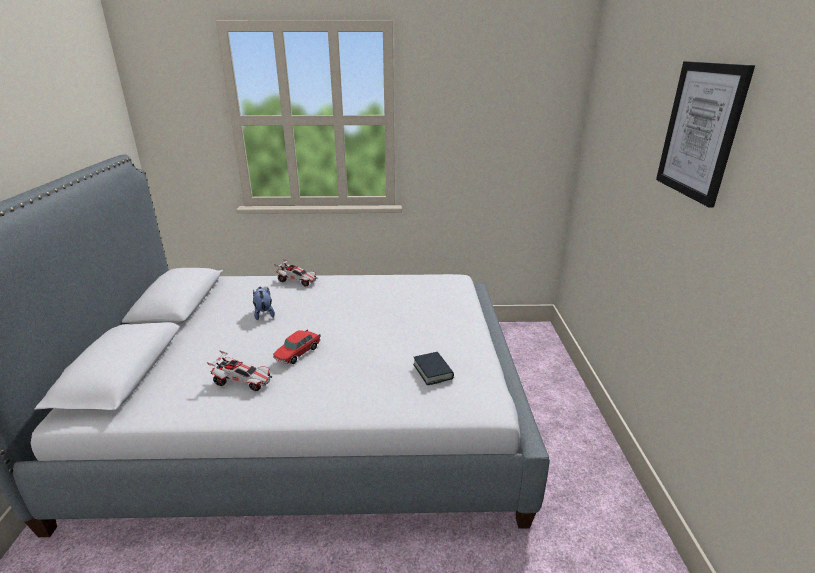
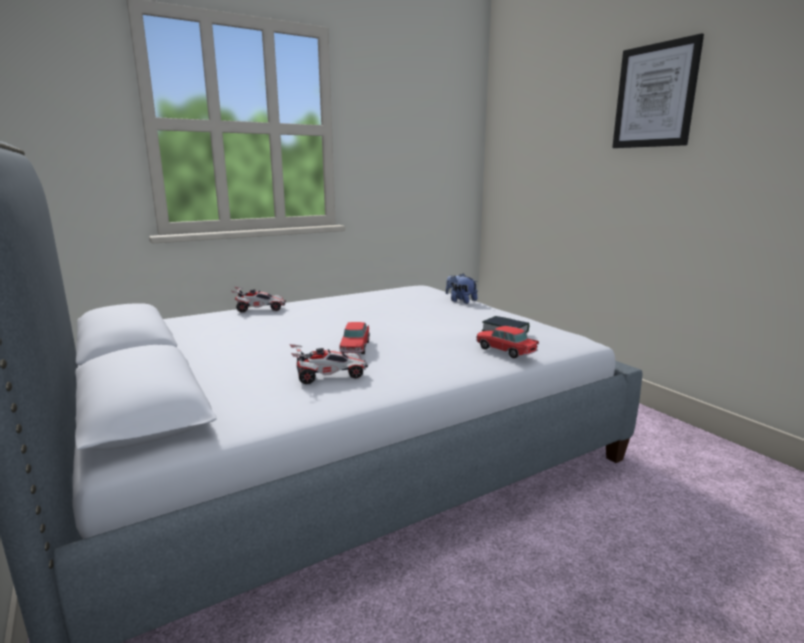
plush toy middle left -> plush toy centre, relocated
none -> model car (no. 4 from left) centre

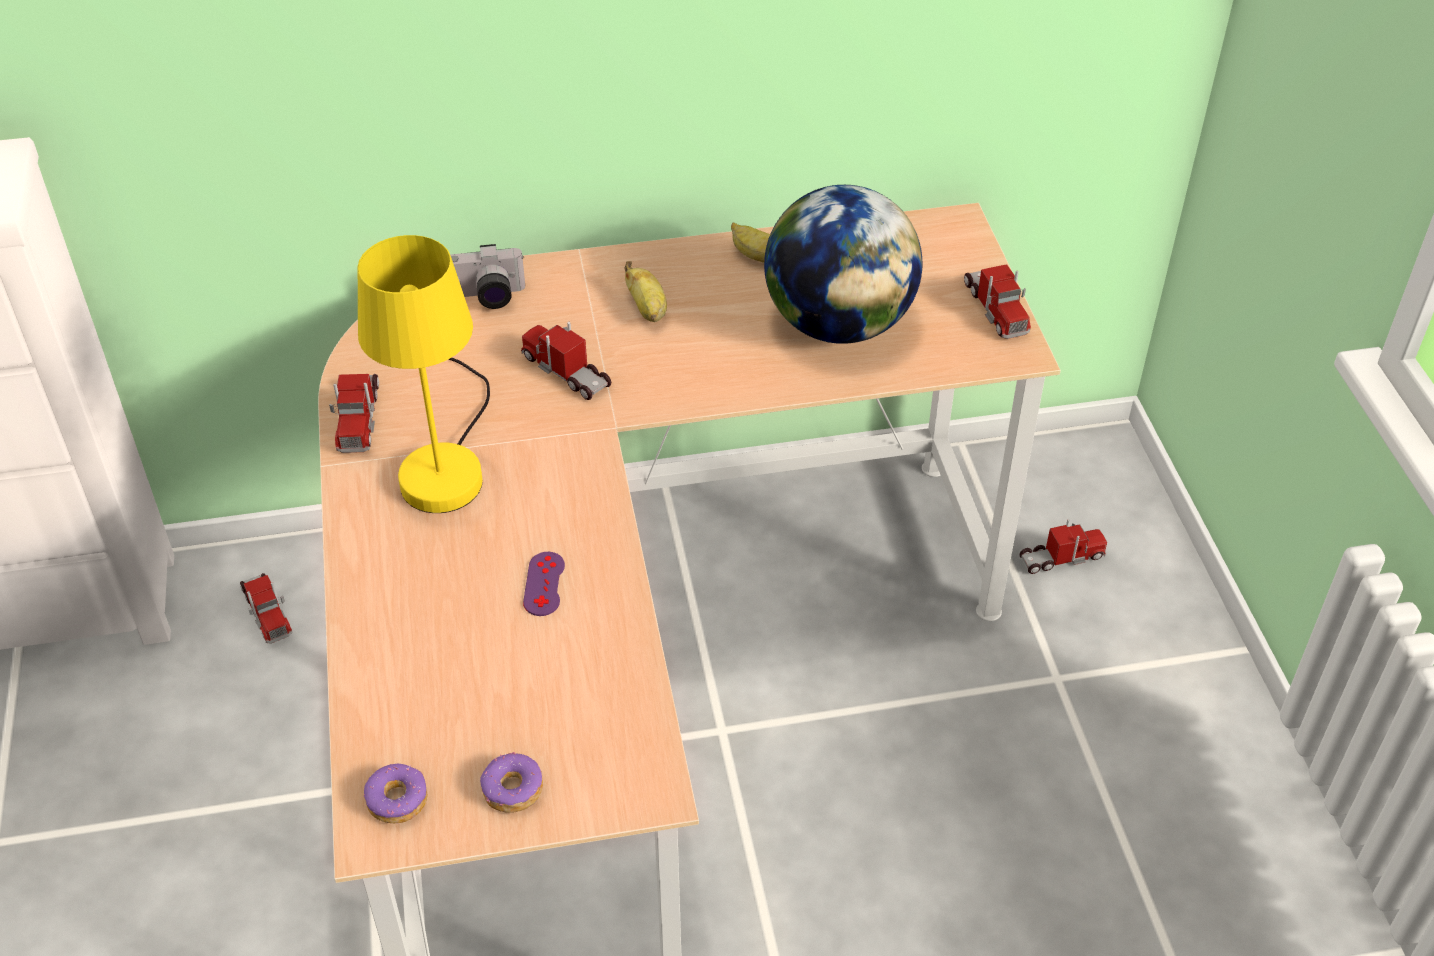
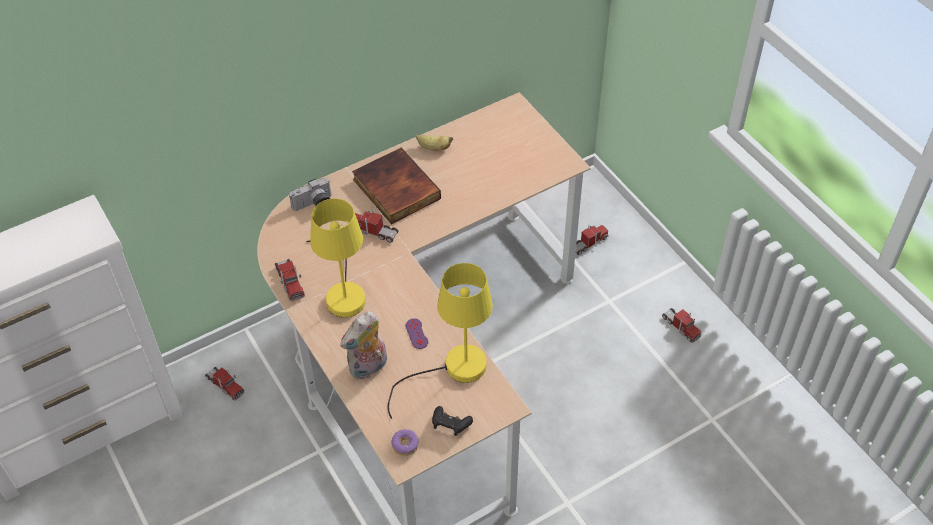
globe top centre -> none
banana fruit (no. 1 from left) top centre -> book centre
toy lorry (no. 4 from left in the first image) top right -> toy lorry (no. 5 from left) middle right, relocated
doughnut (no. 2 from left) bottom centre -> blackish joypad bottom centre
none -> yellow-coloured lamp for a table (no. 2 from left) centre
none -> plush toy centre

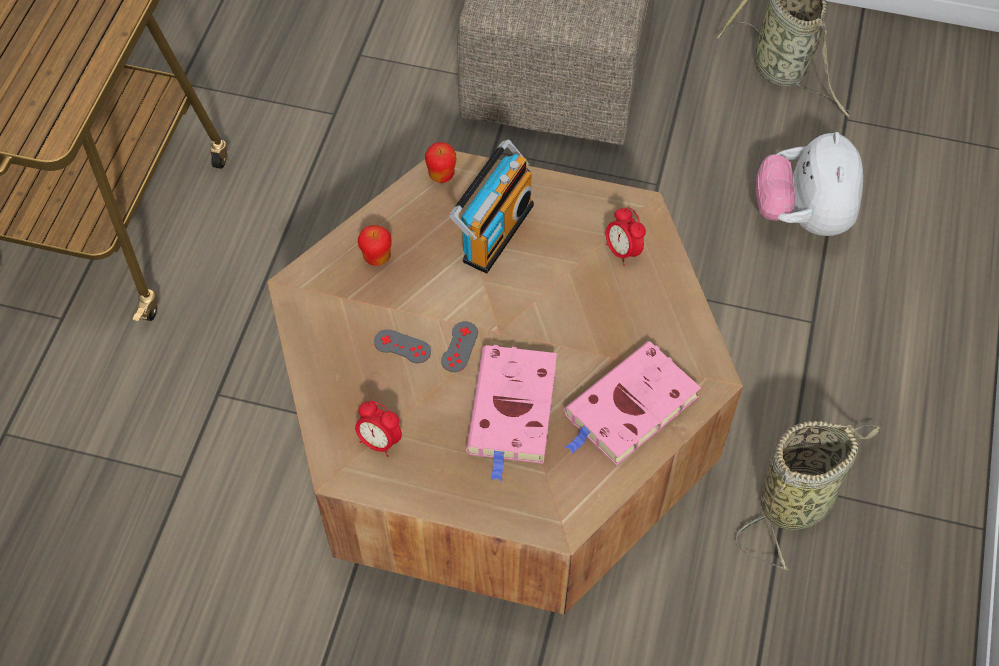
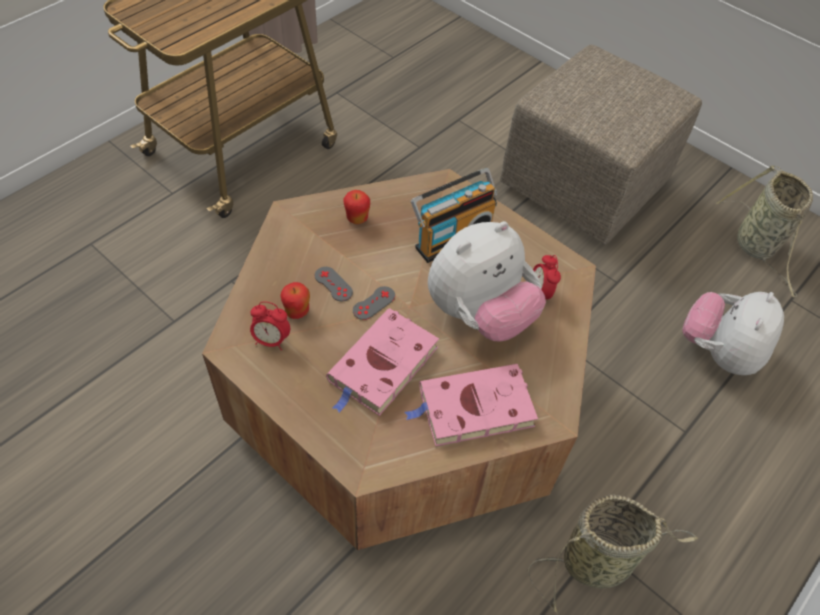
apple (no. 2 from left in the first image) top centre -> apple (no. 1 from left) centre, relocated
alarm clock (no. 1 from left) centre -> alarm clock (no. 1 from left) middle left, 45 degrees counterclockwise
none -> plush toy (no. 1 from left) centre

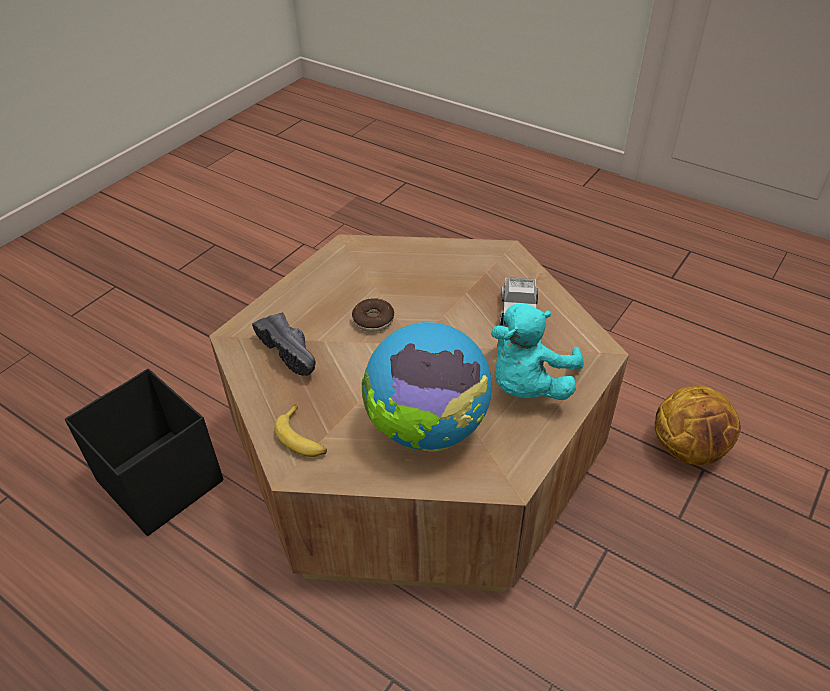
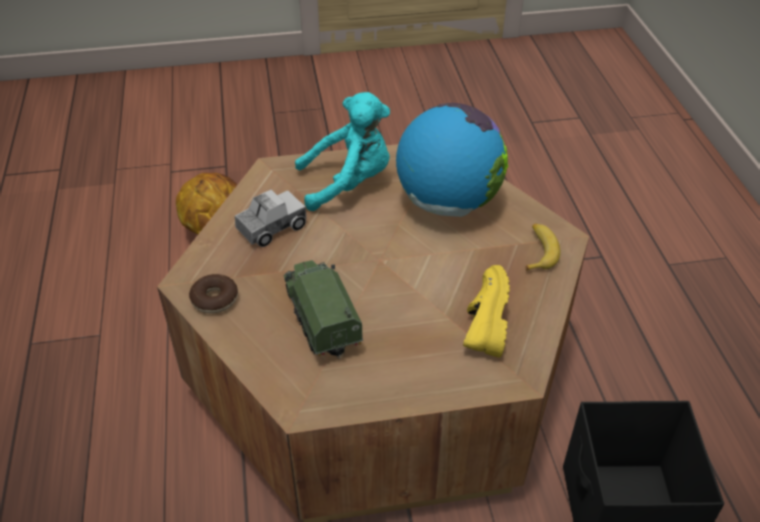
doughnut centre -> doughnut middle left, relocated
blackish item of footwear centre -> yellow-coloured item of footwear centre
none -> toy lorry (no. 2 from left) centre

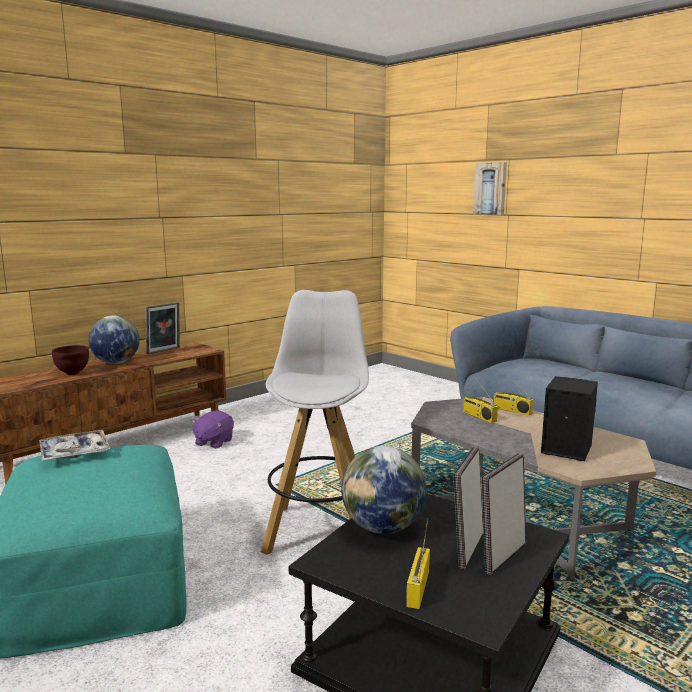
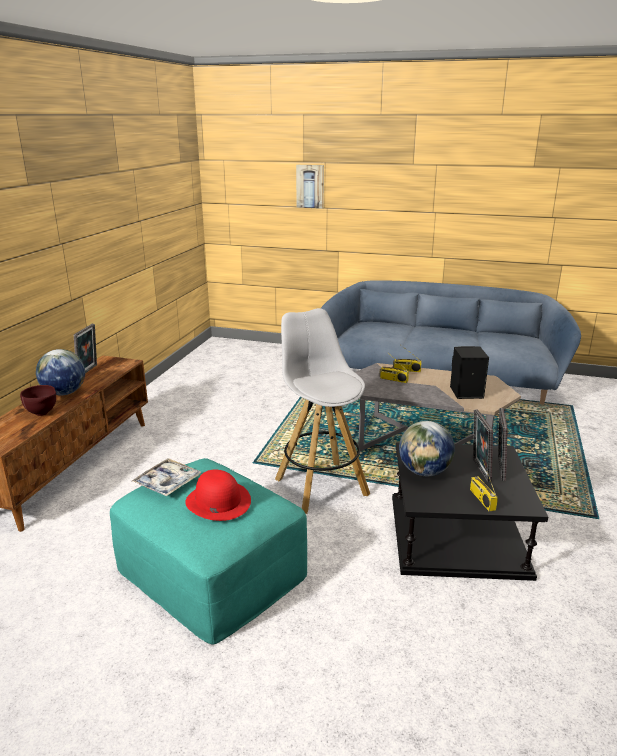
purple plush toy middle left -> none
none -> red-coloured hat centre

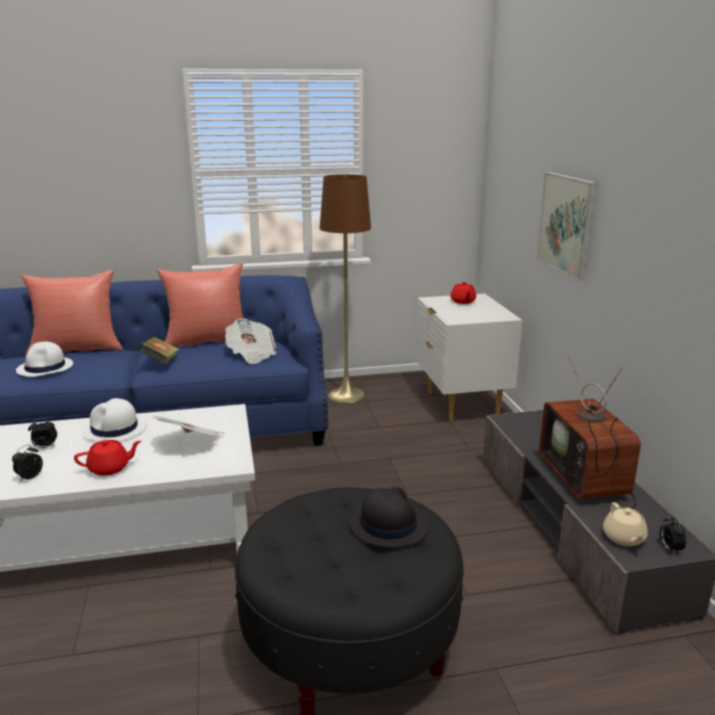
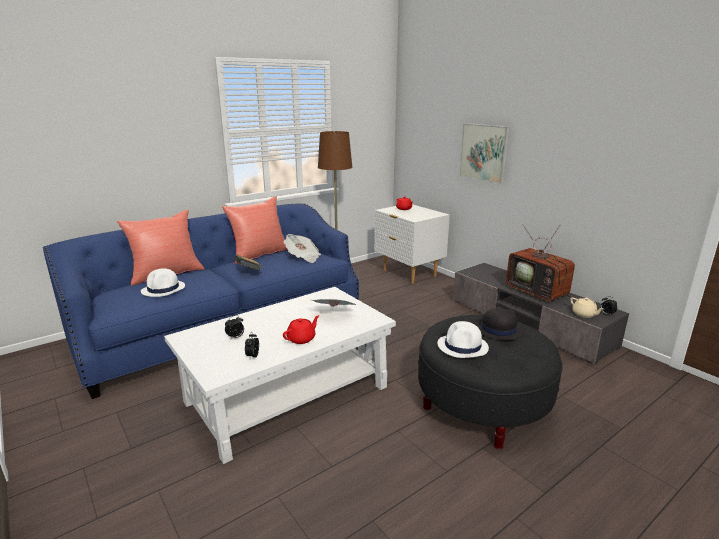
white hat (no. 2 from left) middle left -> white hat (no. 2 from left) centre, relocated

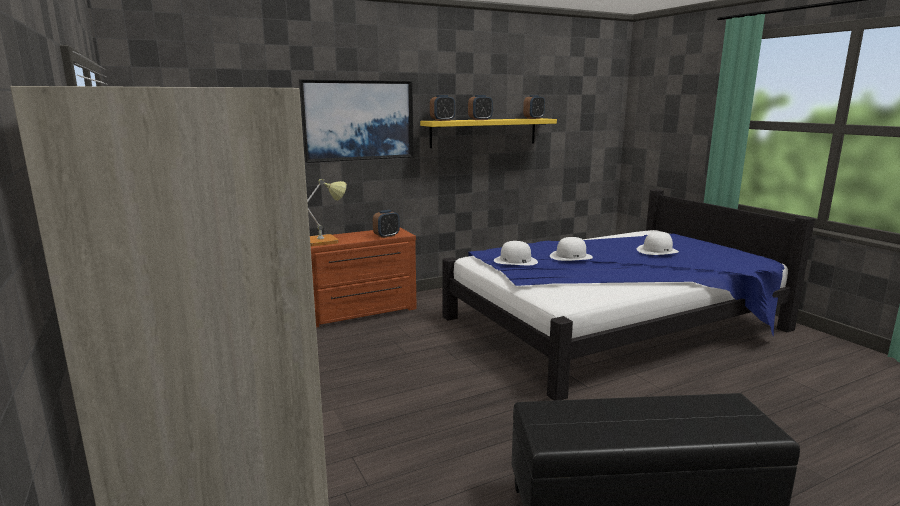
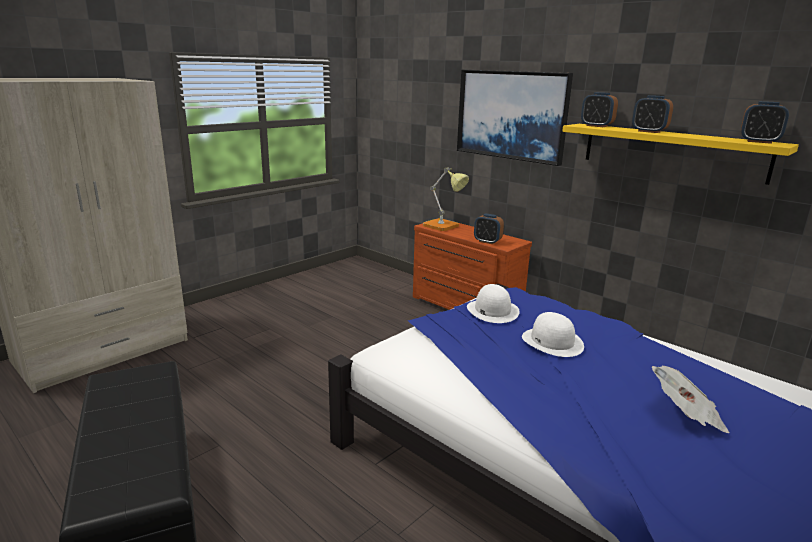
white hat (no. 3 from left) middle right -> newspaper bottom right

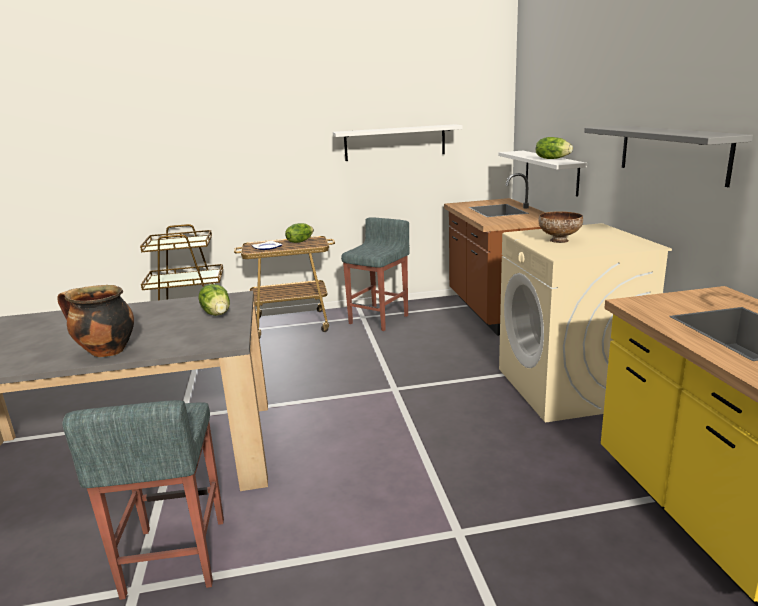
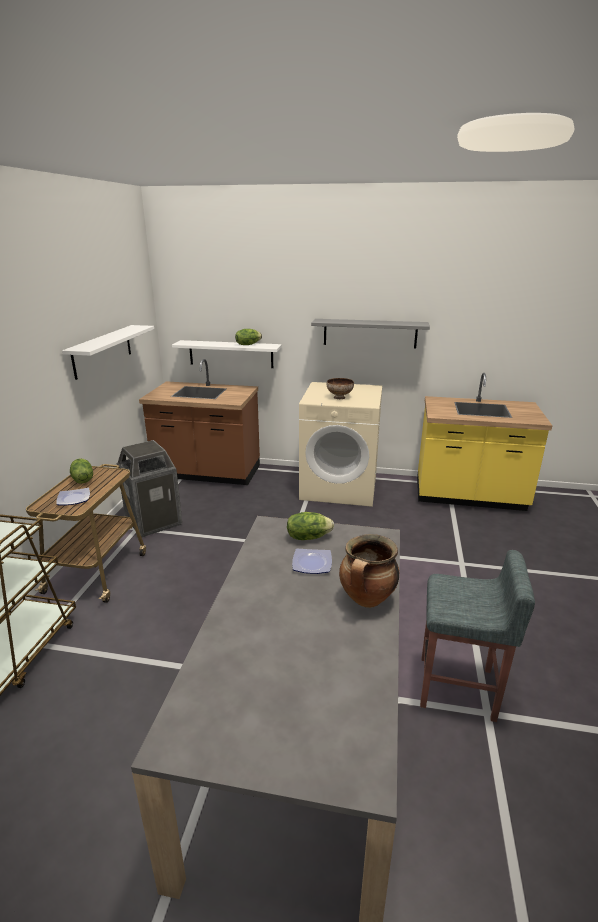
greyish sitting stool (no. 2 from left) centre -> rubbish bin middle left
none -> plate (no. 2 from left) centre

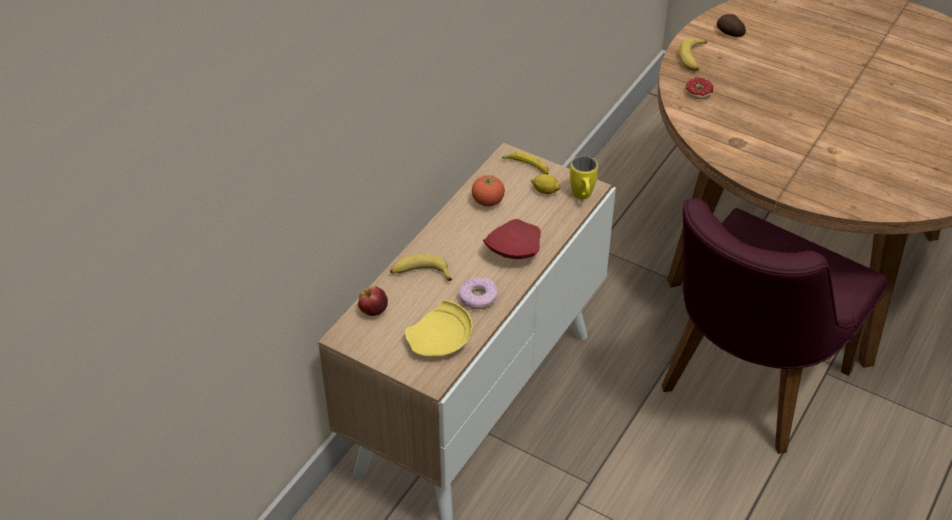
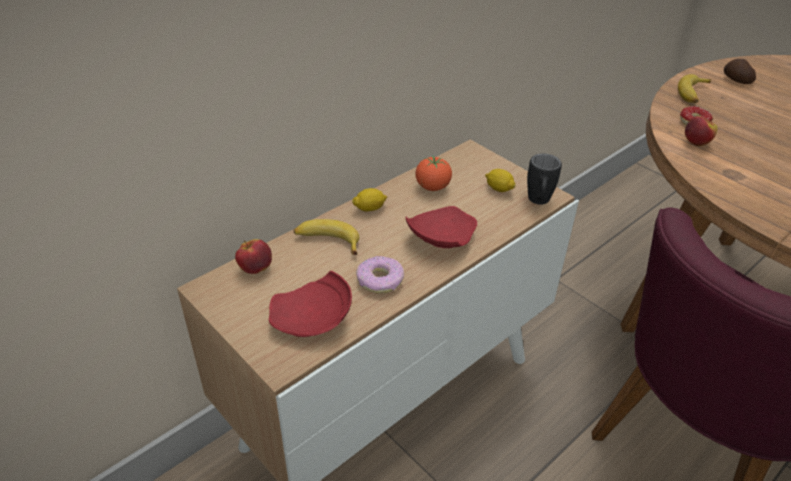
banana fruit (no. 2 from left) top centre -> none
yellow-coloured tea mug centre -> blackish tea mug middle right
yellow-coloured plate centre -> red-coloured plate (no. 1 from left) centre
none -> apple (no. 2 from left) top right
none -> citrus fruit (no. 1 from left) centre

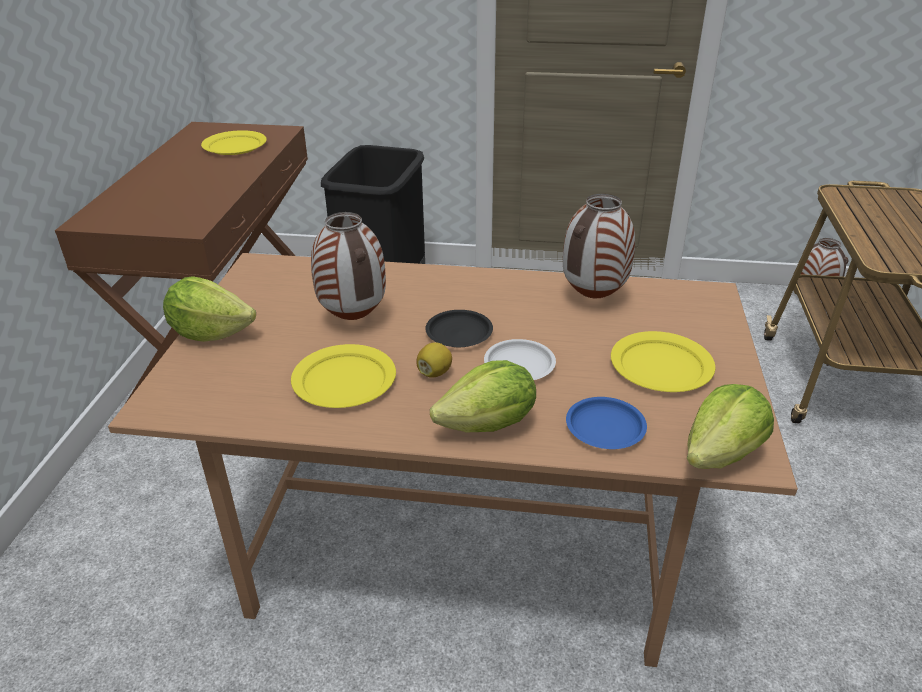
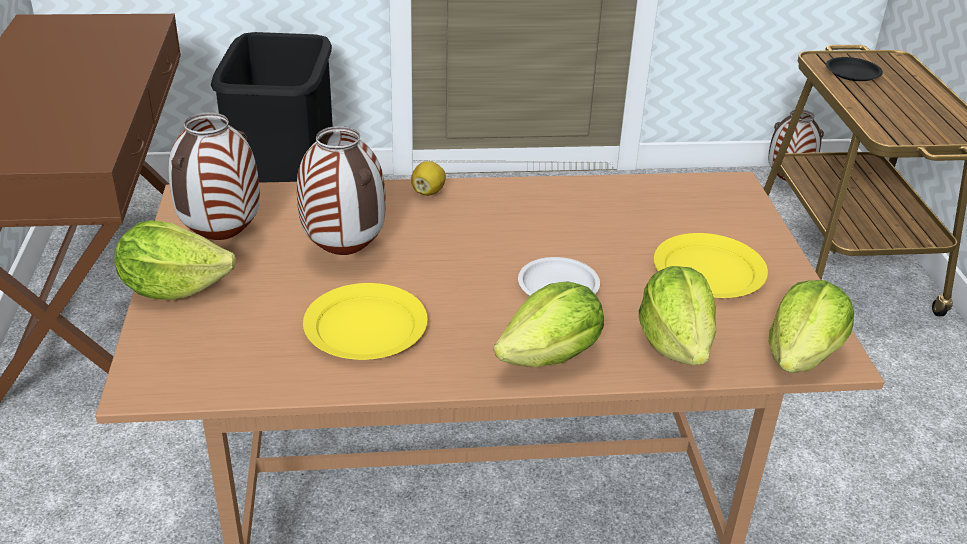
yellow-coloured plate (no. 1 from left) top left -> none
decorative vase (no. 2 from left in the first image) centre -> decorative vase (no. 1 from left) top left, relocated
blackish plate centre -> blackish plate top right, relocated
citrus fruit centre -> citrus fruit top centre, relocated
blue-coloured plate centre -> head of lettuce (no. 3 from left) middle right

